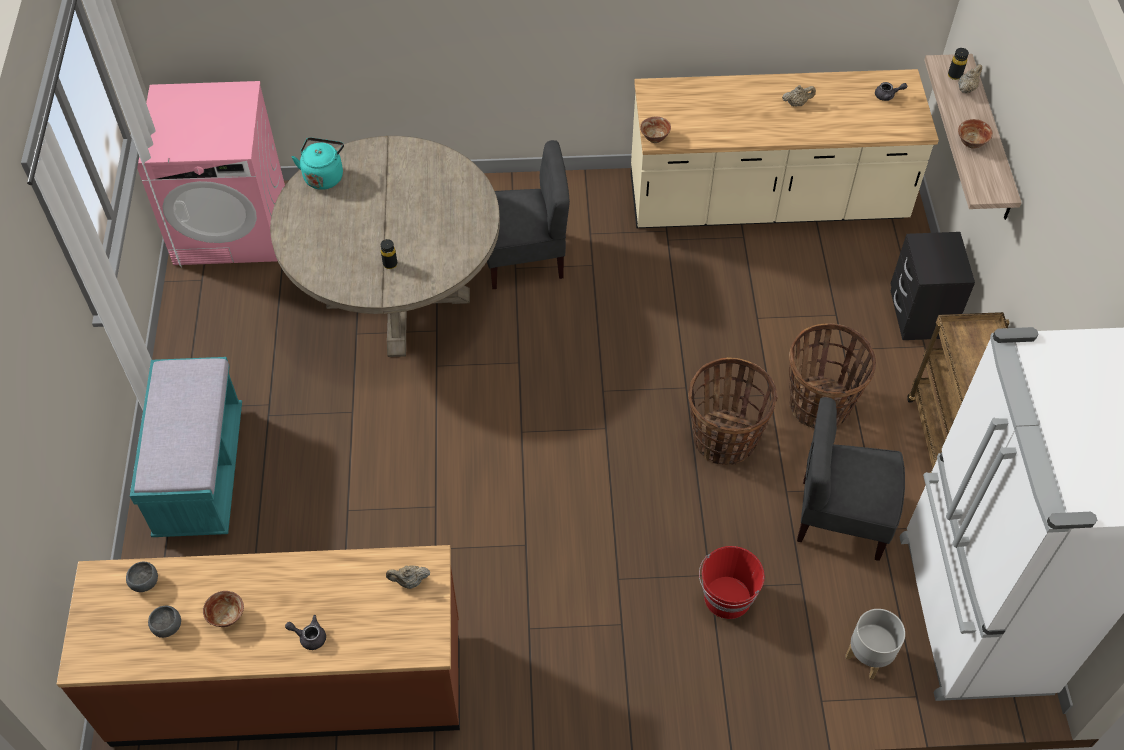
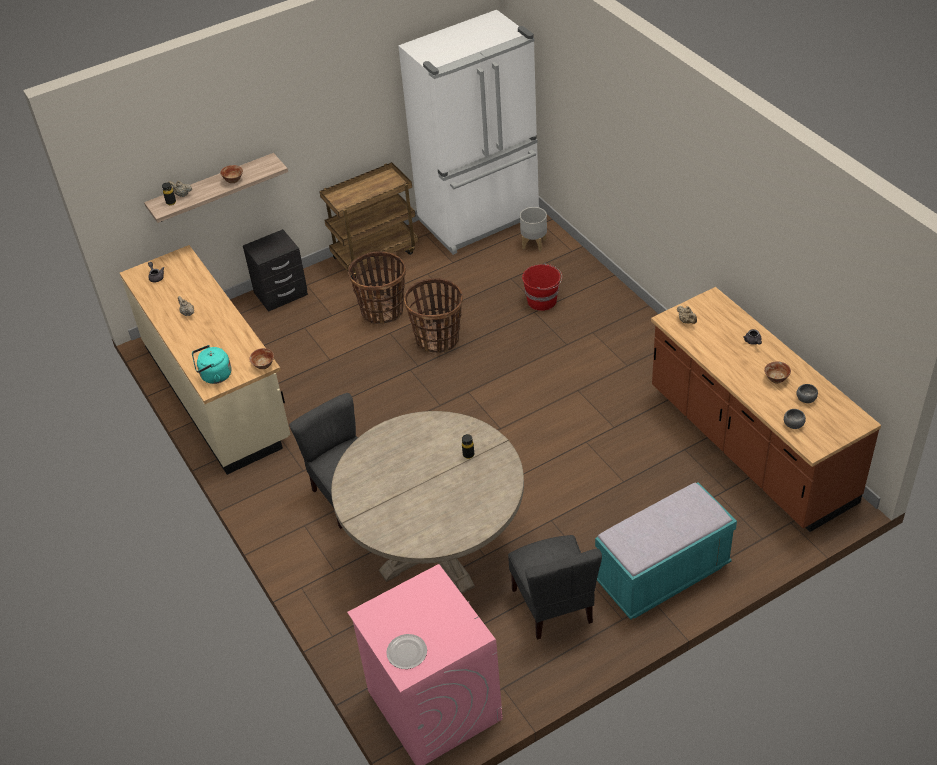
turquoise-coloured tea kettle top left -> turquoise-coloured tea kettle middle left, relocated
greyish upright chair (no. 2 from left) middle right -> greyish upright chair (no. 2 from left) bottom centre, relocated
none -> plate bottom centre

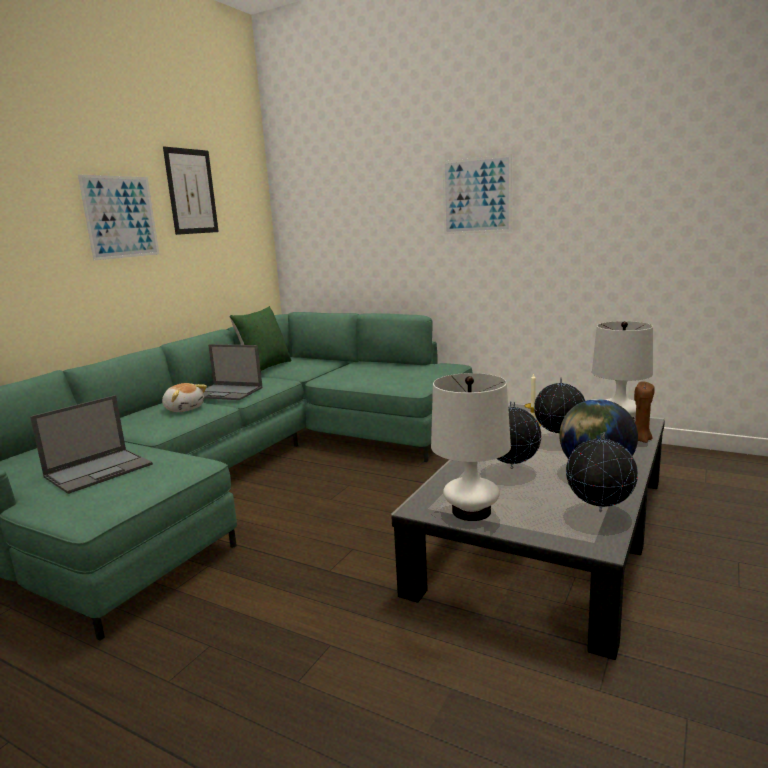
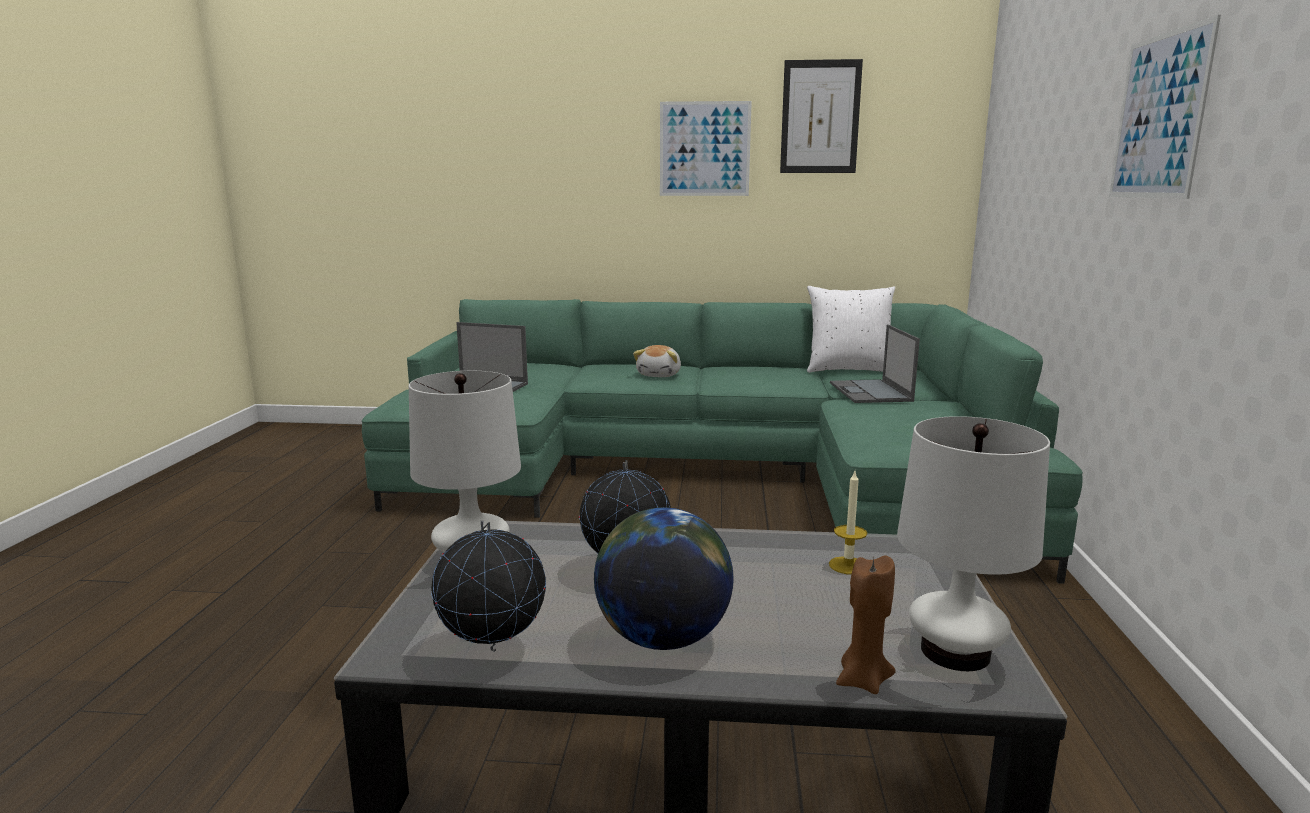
greenish throw pillow centre -> white throw pillow centre
portable computer (no. 2 from left) middle left -> portable computer (no. 2 from left) middle right, relocated
globe (no. 2 from left) middle right -> none

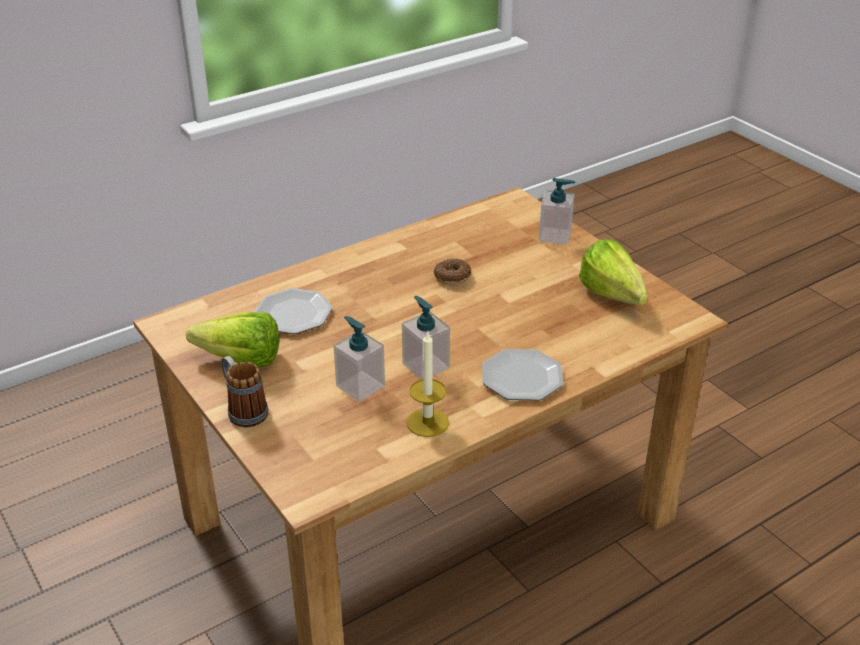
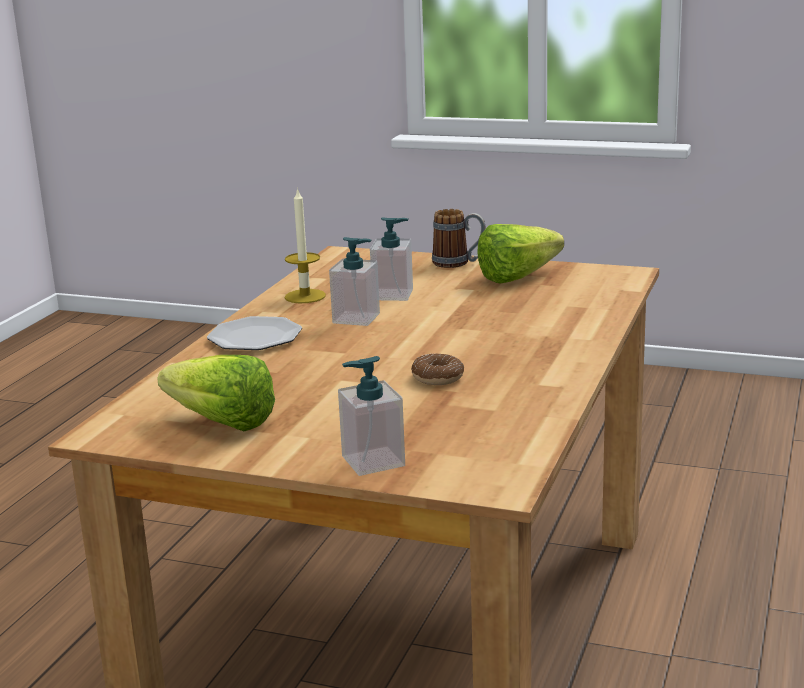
plate (no. 1 from left) centre -> none

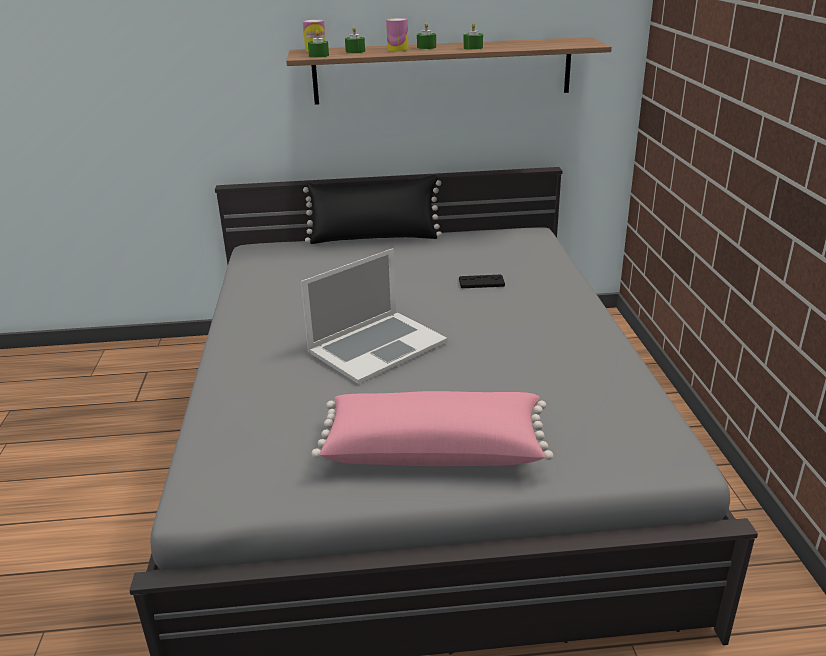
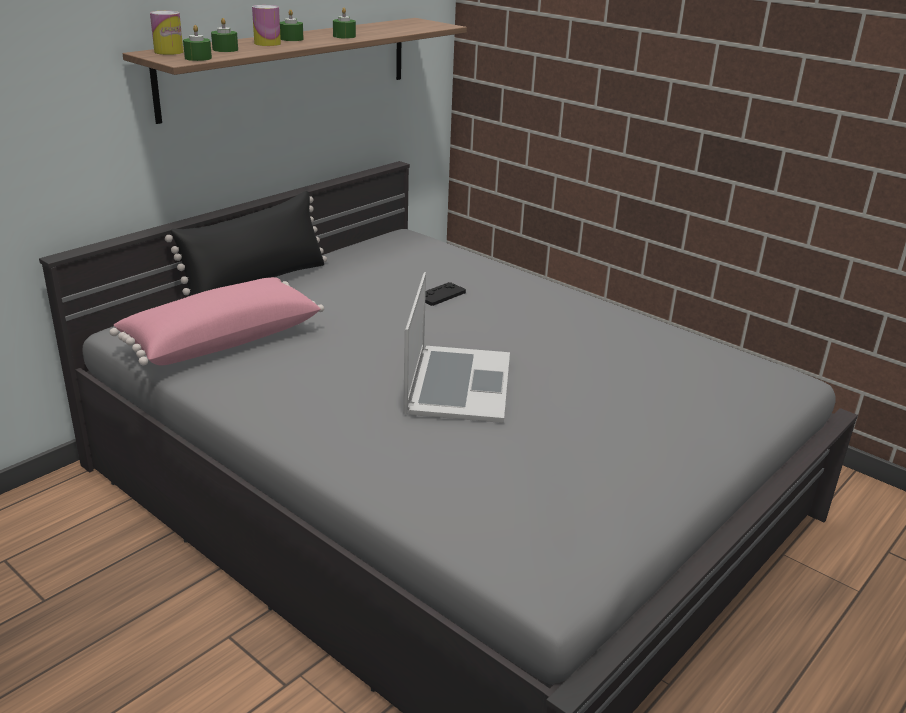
pink-coloured throw pillow centre -> pink-coloured throw pillow middle left, relocated

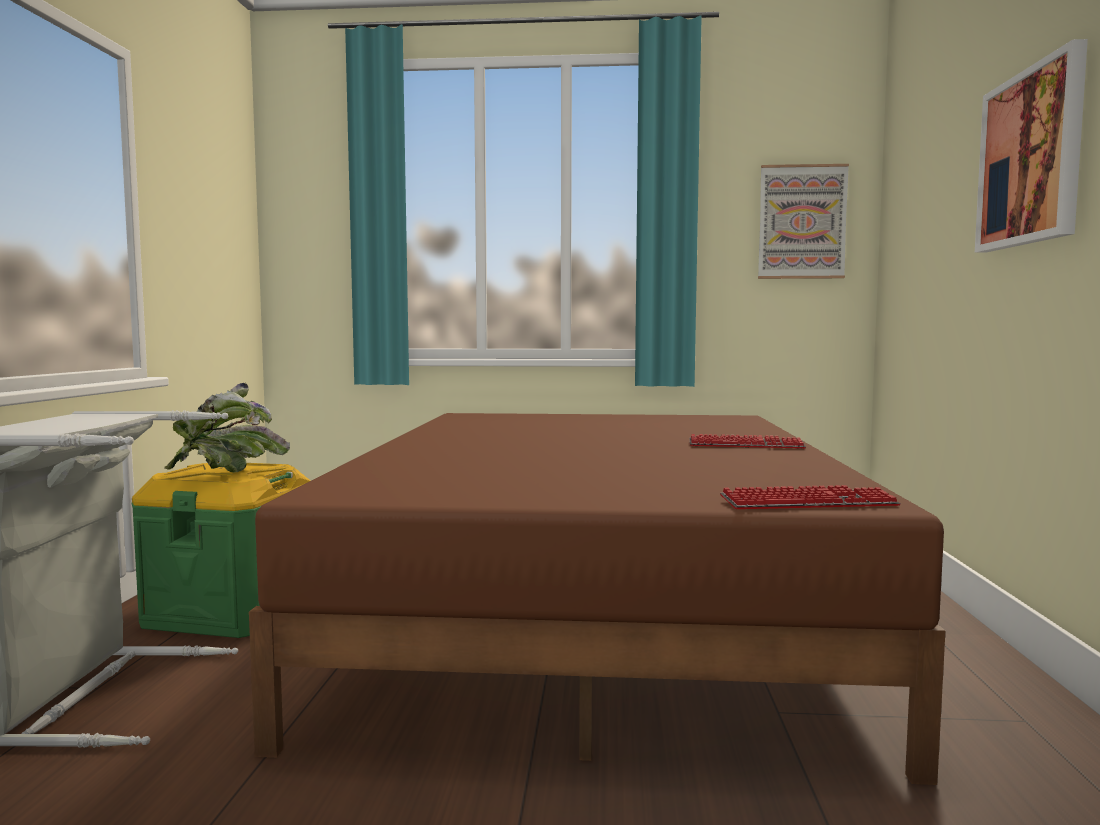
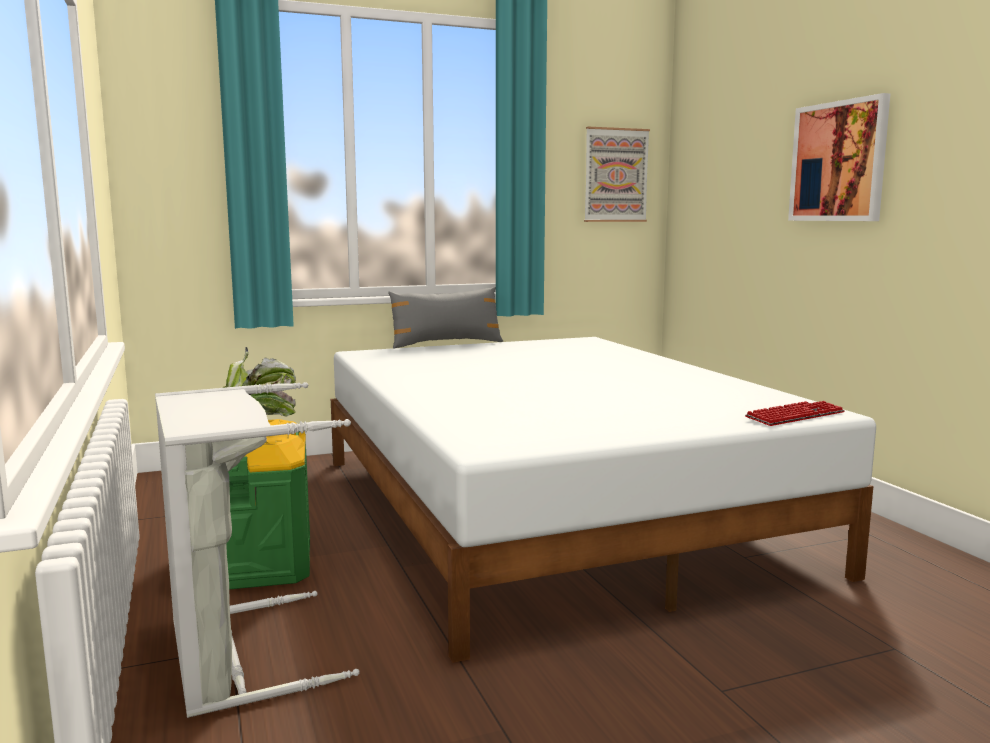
brown-coloured bedroom bed bottom centre -> white bedroom bed bottom centre
keyboard (no. 1 from left) middle right -> none
none -> greyish throw pillow centre

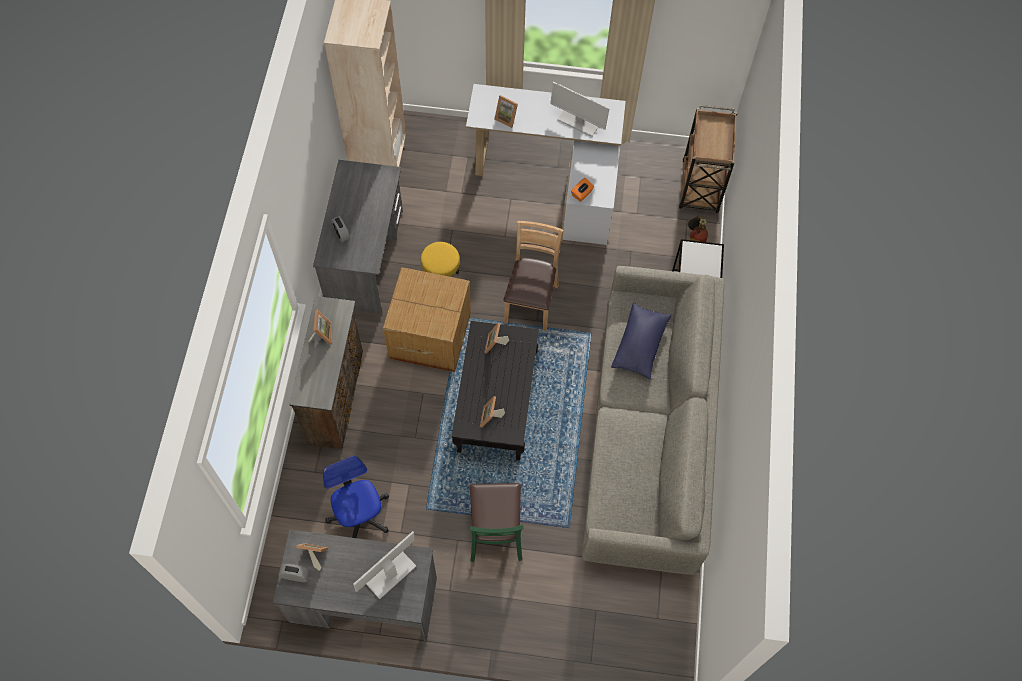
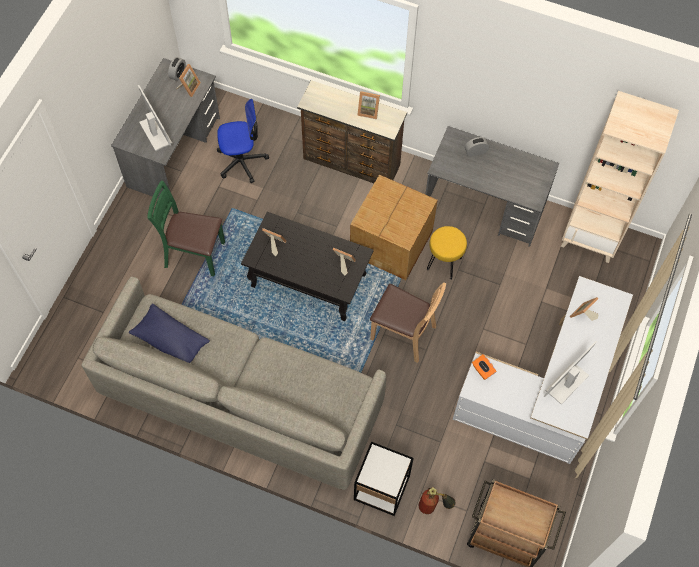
blue-coloured throw pillow centre -> blue-coloured throw pillow middle left, relocated

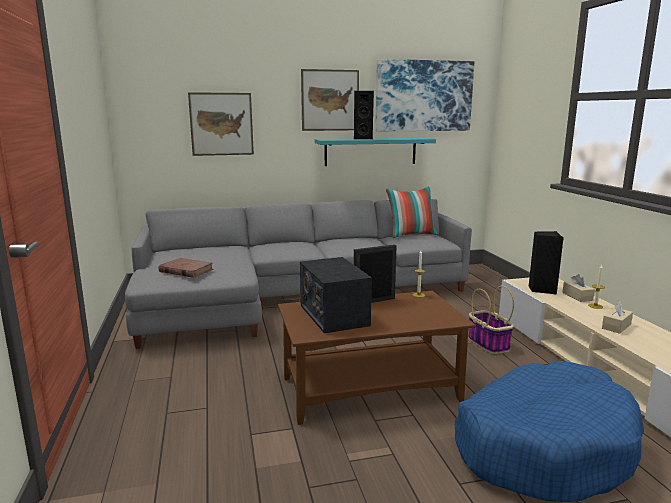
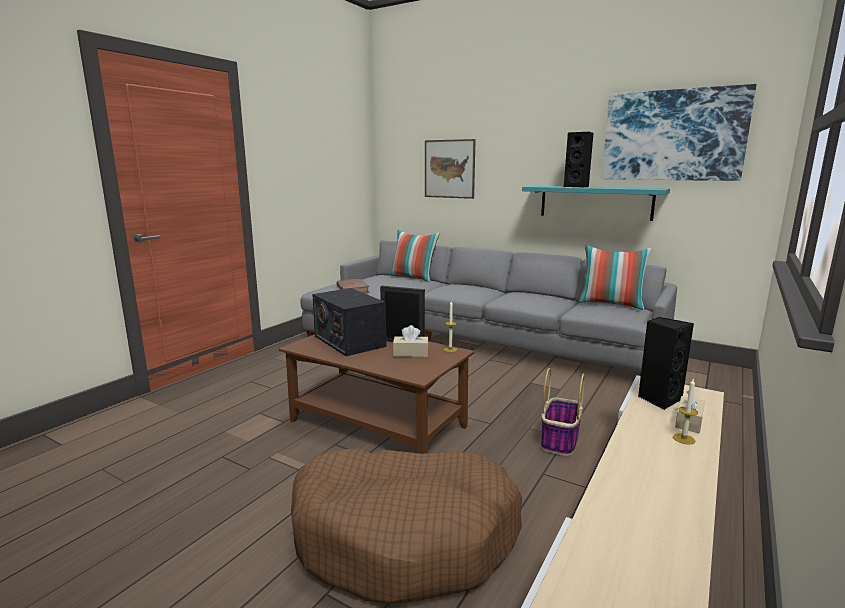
wall picture (no. 2 from left) top centre -> none
radio set centre, 60 degrees counterclockwise
beige tissue box (no. 2 from left in the first image) middle right -> beige tissue box (no. 1 from left) centre, relocated
blue-coloured pet bed bottom right -> brown-coloured pet bed bottom centre
none -> throw pillow (no. 1 from left) centre

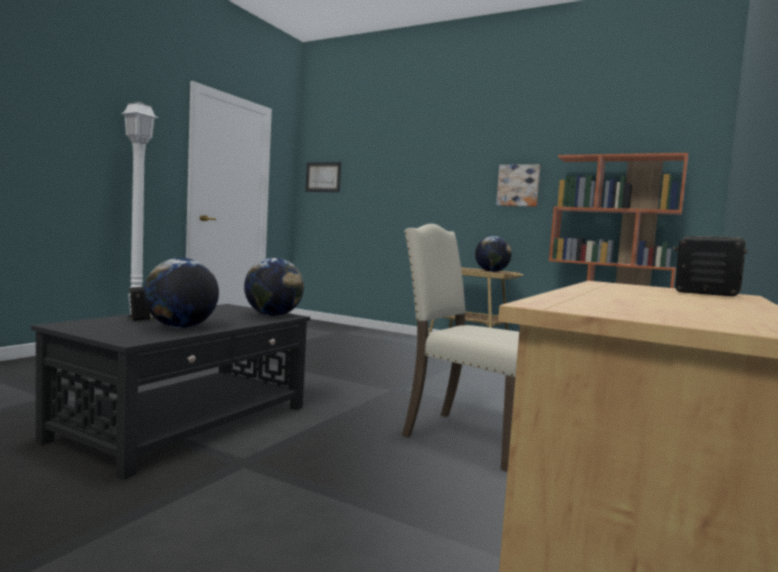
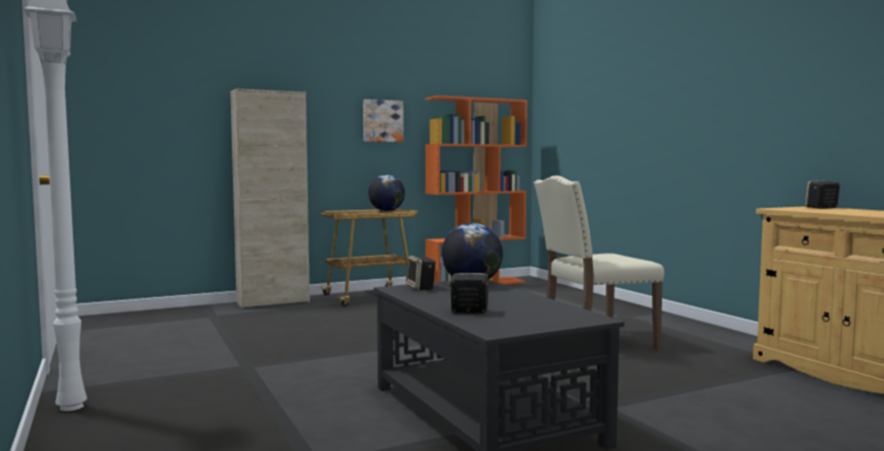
wall picture (no. 1 from left) top centre -> none
globe (no. 1 from left) middle left -> none
none -> beige cupboard (no. 1 from left) middle left
none -> speaker (no. 1 from left) centre

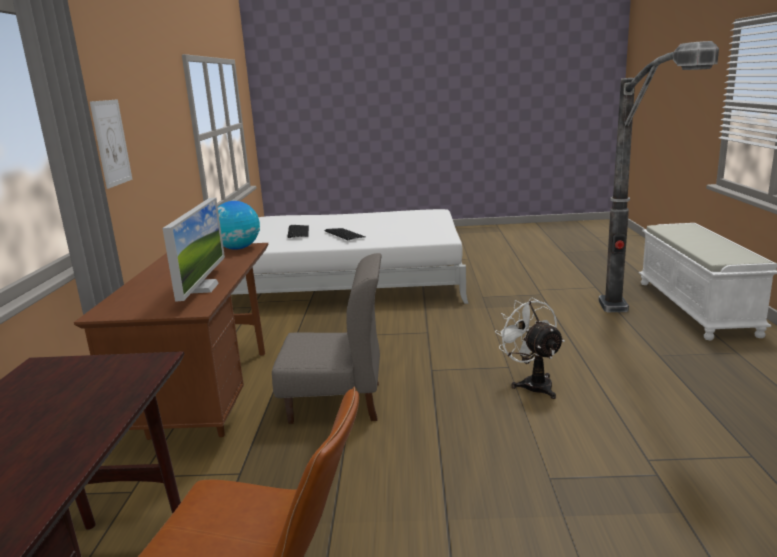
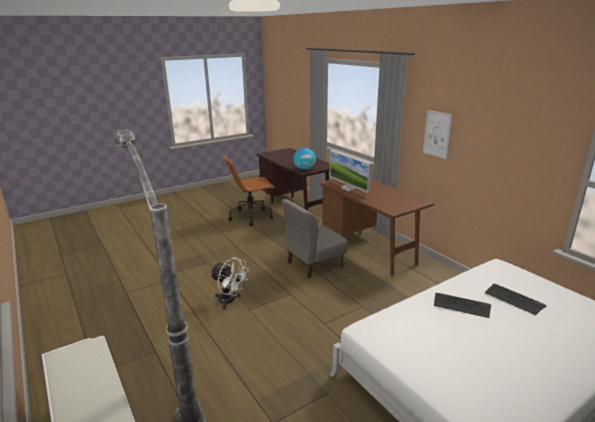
globe middle left -> globe centre, relocated

